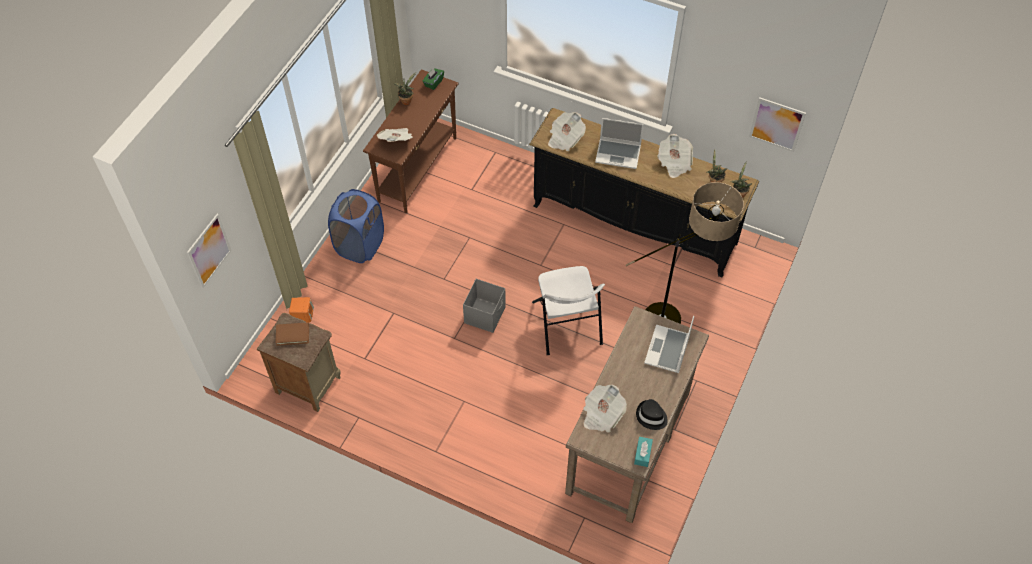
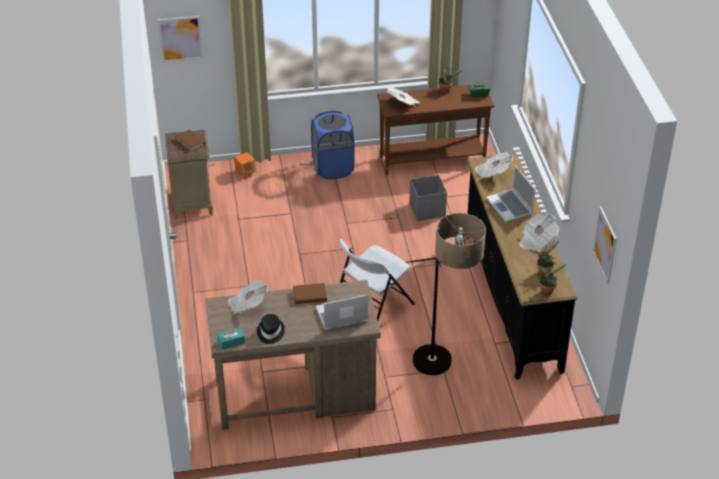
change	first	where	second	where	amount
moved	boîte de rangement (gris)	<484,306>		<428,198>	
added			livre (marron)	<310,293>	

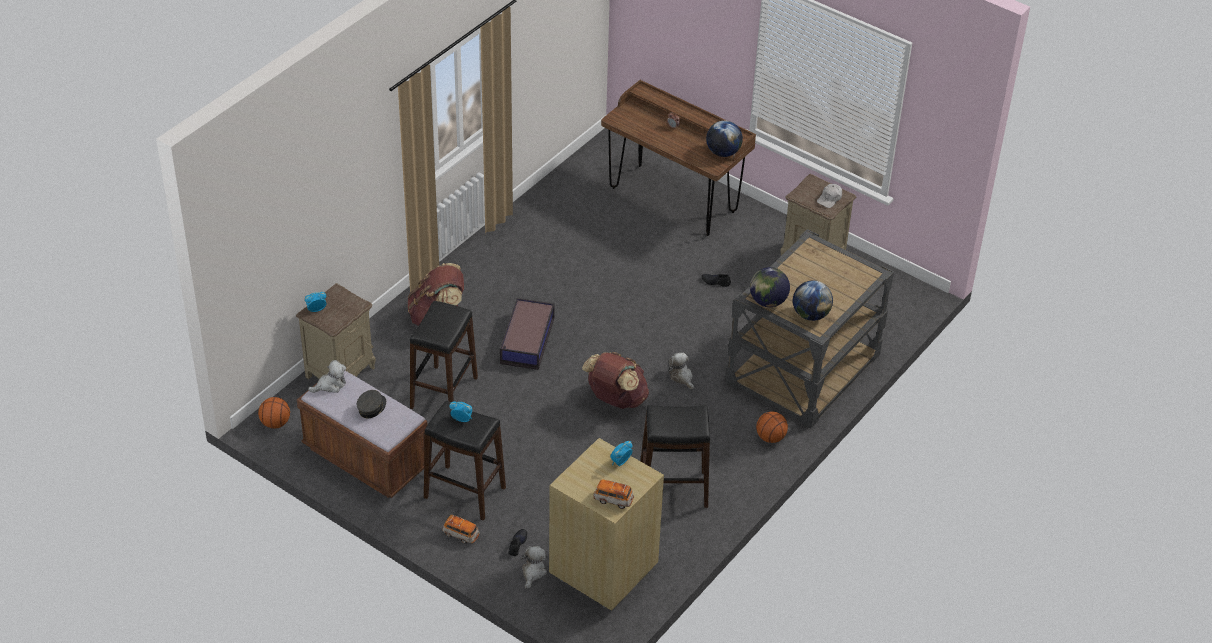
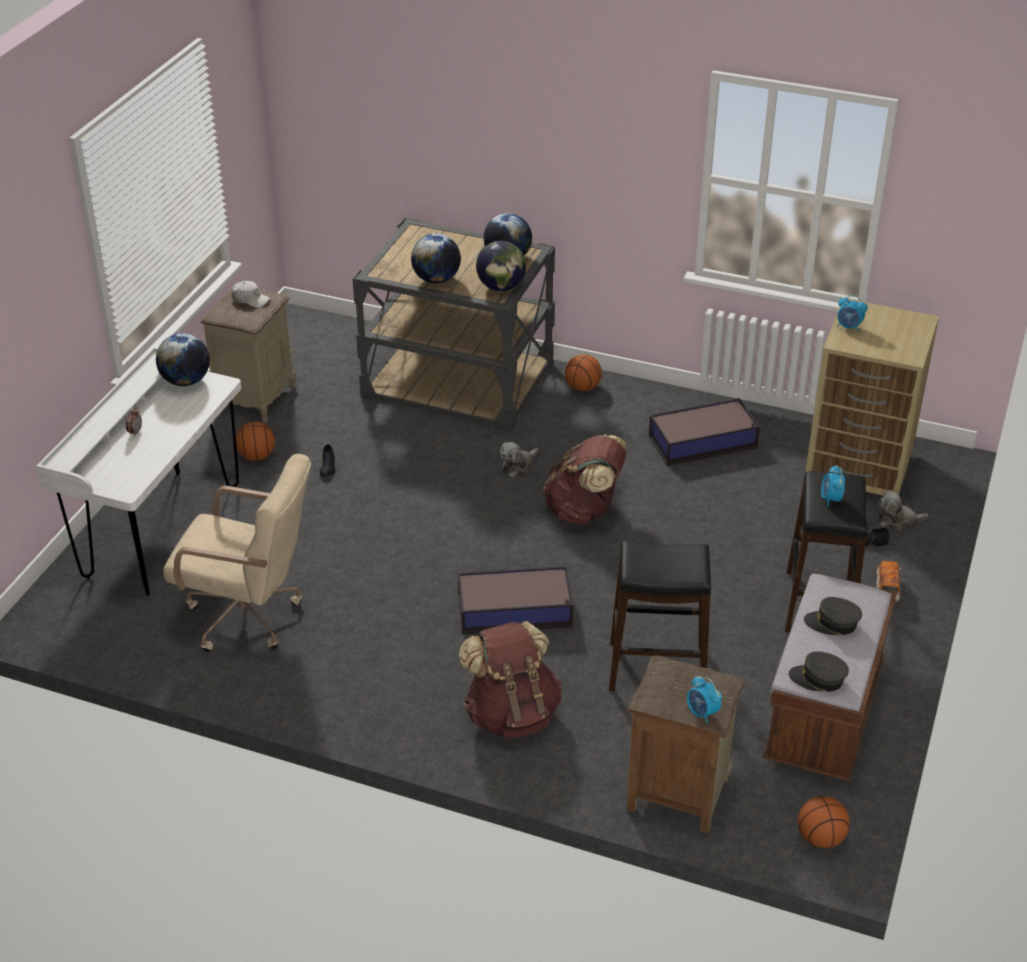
change	first	where	second	where	amount
replaced	peluche	<327,376>	casquette (gris)	<819,671>	
removed	petite voiture	<613,494>			
recoloured	bureau (marron)	<678,158>	bureau (blanc)	<138,471>	
replaced	tabouret (noir)	<675,456>	boîte de rangement	<704,432>	
added			chaise de bureau (beige)	<237,553>	
added			ballon de basket	<255,441>	
added			globe	<436,258>	

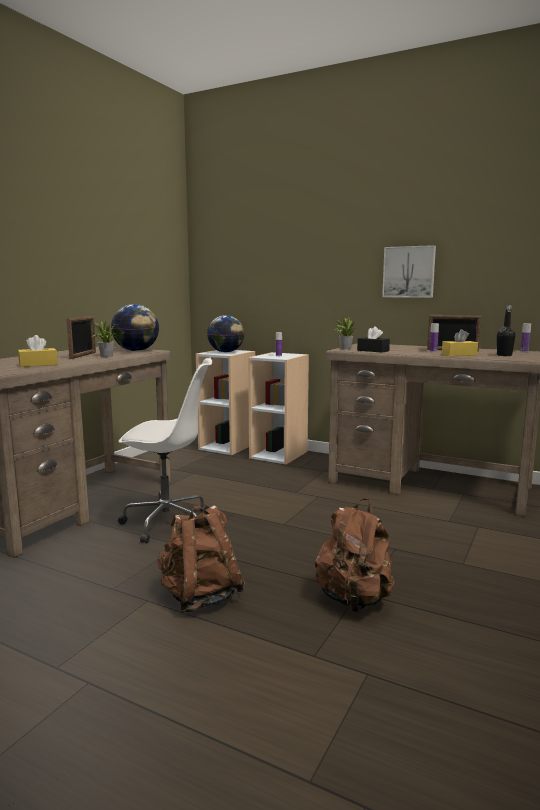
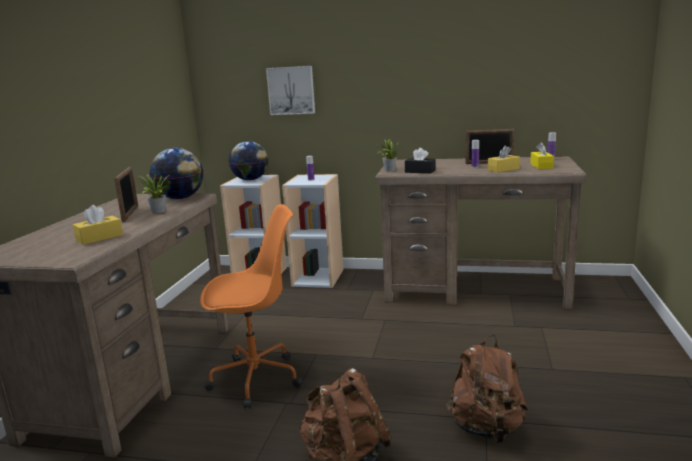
change	first	where	second	where	amount
recoloured	chaise de bureau (blanc)	<165,450>	chaise de bureau (orange)	<251,306>	
moved	tableau	<409,271>		<290,90>	
replaced	bouteille (noir)	<506,330>	boîte à mouchoirs (jaune)	<542,155>	

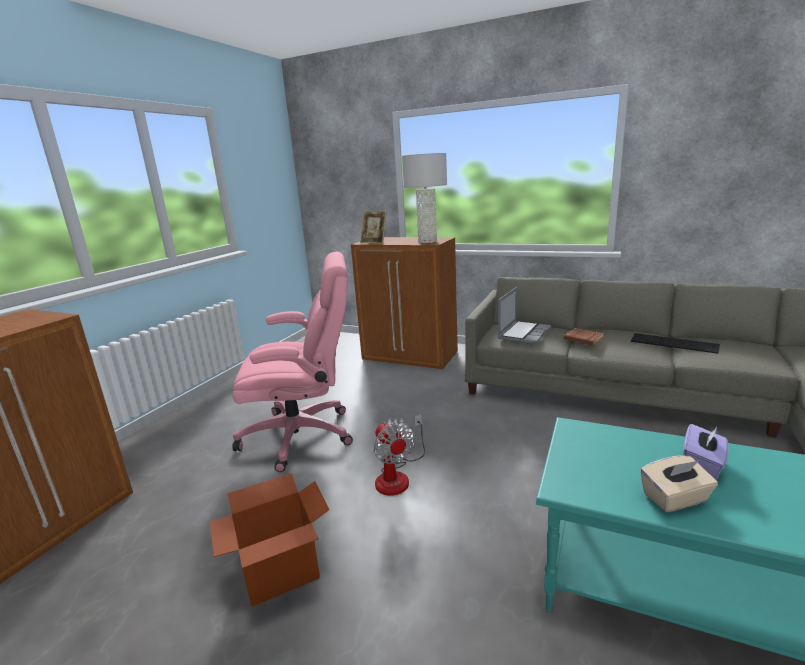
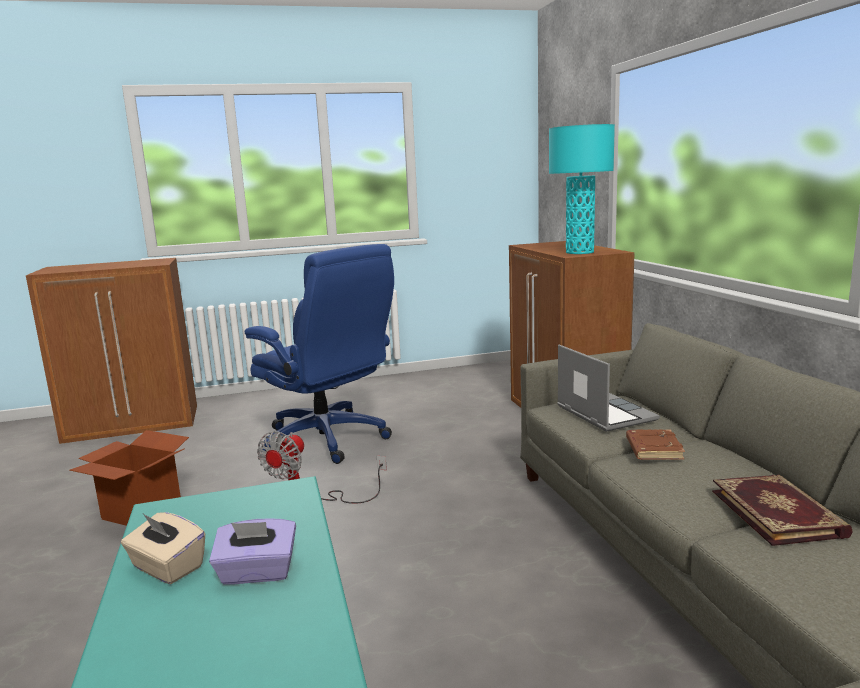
change	first	where	second	where	amount
recoloured	chaise de bureau (rose)	<292,362>	chaise de bureau (bleu)	<319,354>	
removed	cadre photo	<373,227>			
recoloured	lampe de table (blanc)	<424,198>	lampe de table (turquoise)	<582,189>	
turned	ordinateur portable	<524,315>		<608,388>	105 degrees counterclockwise
replaced	clavier	<675,343>	livre	<782,510>	

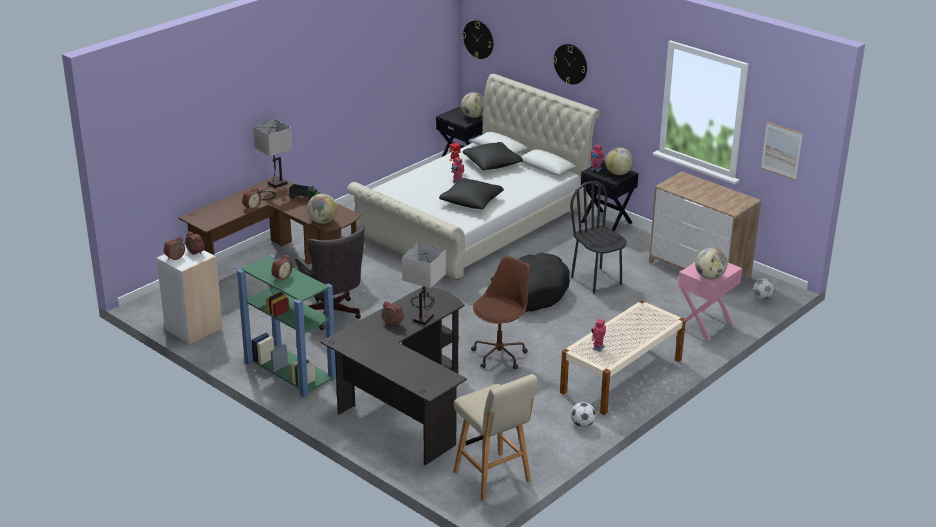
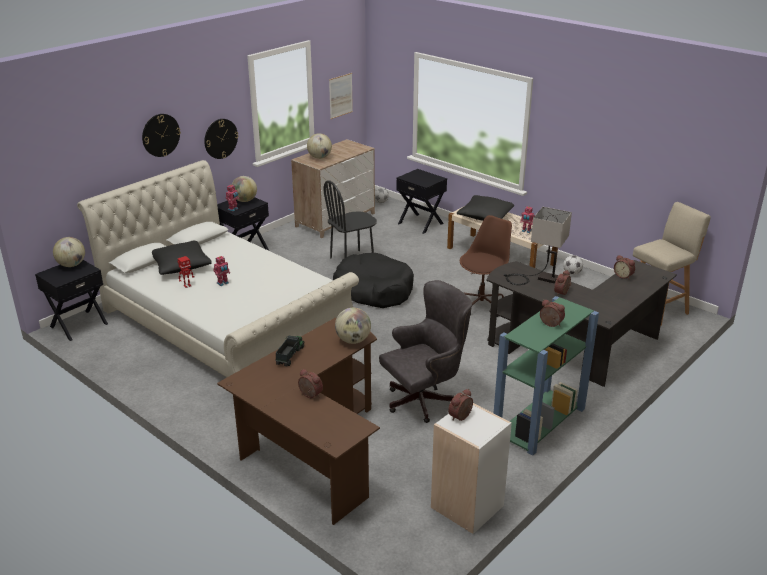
change	first	where	second	where	amount
moved	réveil	<174,248>		<624,267>	
removed	lampe de table	<272,160>			
moved	coussin (noir)	<471,194>		<485,208>	
moved	horloge murale	<477,39>		<221,139>	
turned	chaise de bureau (marron)	<500,313>		<486,266>	90 degrees clockwise
recoloured	table de chevet (rose)	<710,301>	table de chevet (noir)	<421,201>	
moved	globe	<711,263>		<319,146>	

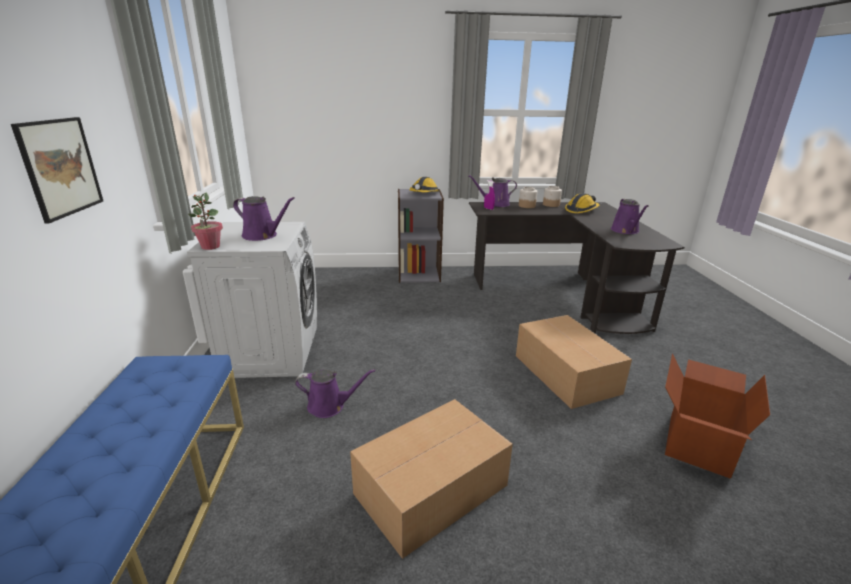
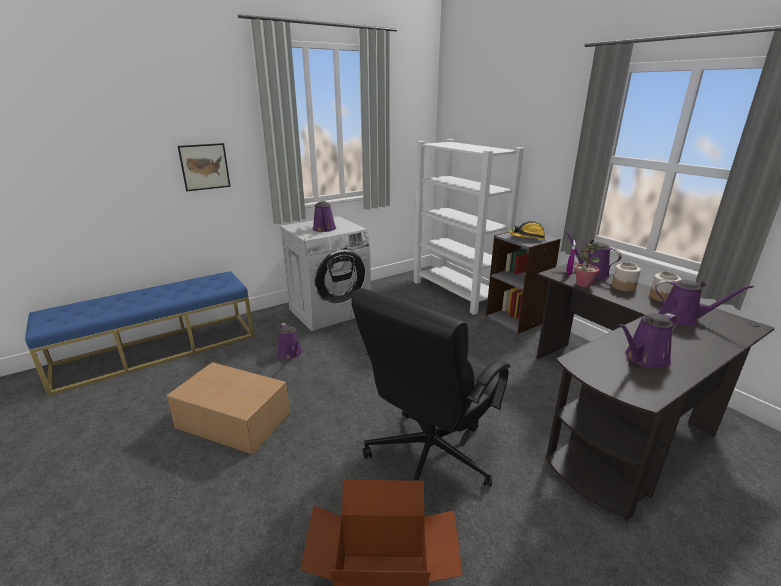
change	first	where	second	where	amount
moved	plante en pot	<205,221>		<587,265>	
replaced	carton	<574,362>	chaise de bureau (noir)	<431,387>	
replaced	casque de chantier	<582,203>	arrosoir (violet)	<704,303>	
added			bibliothèque (blanc)	<469,227>	

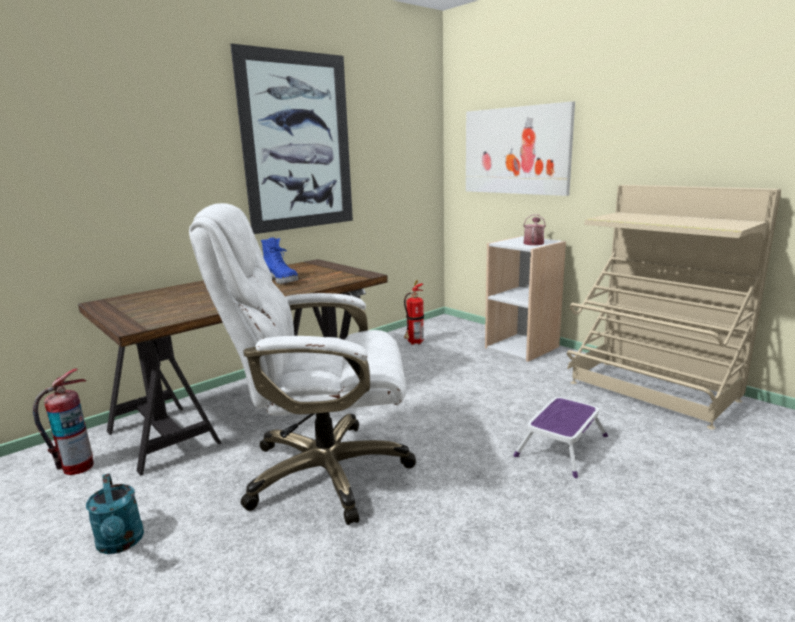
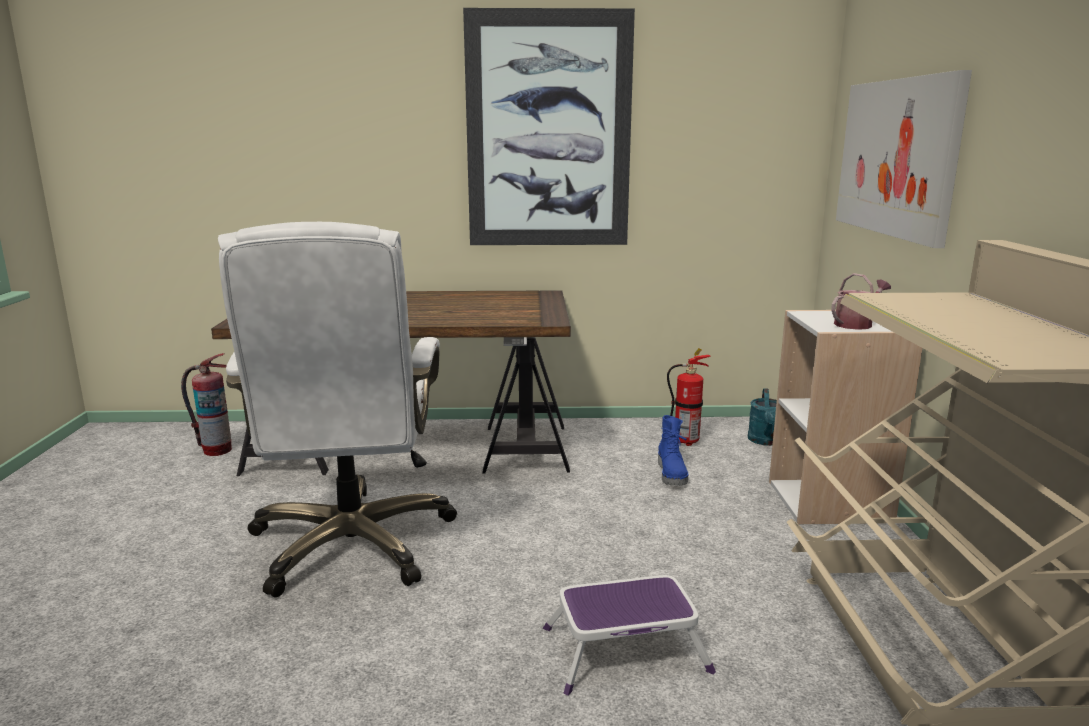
change	first	where	second	where	amount
moved	arrosoir (turquoise)	<115,513>		<762,417>	
turned	chaise de bureau (blanc)	<302,364>		<337,410>	135 degrees counterclockwise
moved	botte (bleu)	<280,261>		<673,450>	

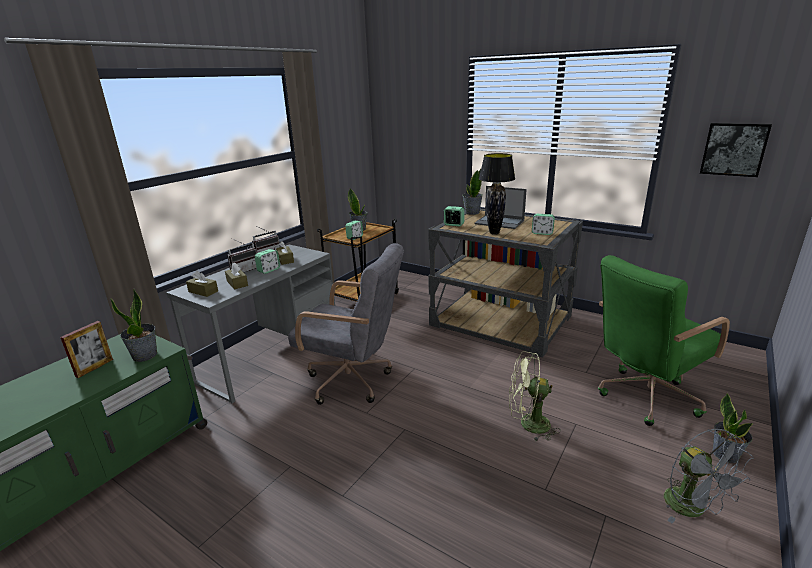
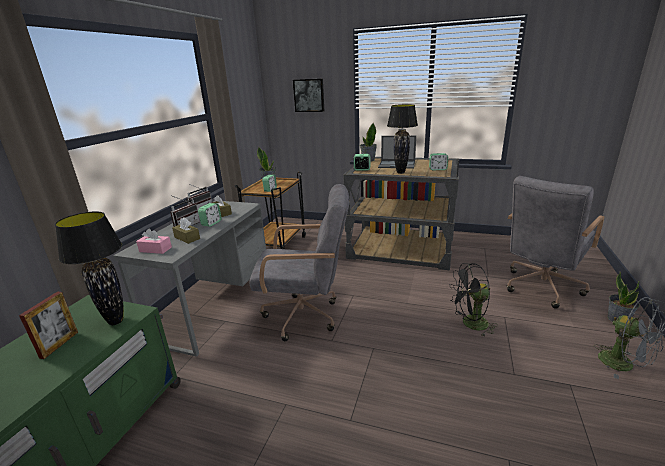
change	first	where	second	where	amount
replaced	plante en pot	<133,325>	lampe de table (noir)	<89,268>	
recoloured	boîte à mouchoirs (marron)	<202,284>	boîte à mouchoirs (rose)	<154,241>	
recoloured	ventilateur (vert)	<535,396>	ventilateur (noir)	<474,300>	
recoloured	chaise de bureau (vert)	<664,340>	chaise de bureau (gris)	<555,242>	
moved	tableau	<736,150>		<308,95>	

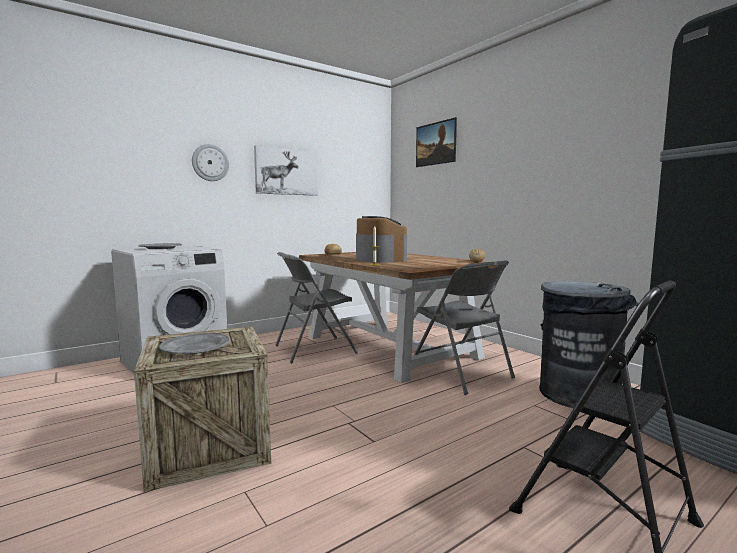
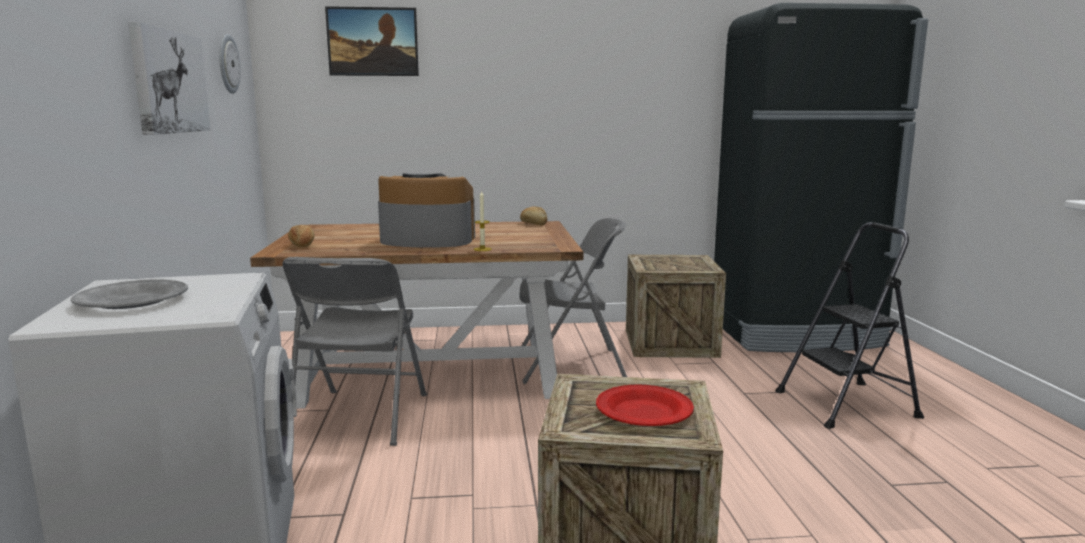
change	first	where	second	where	amount
recoloured	assiette (gris)	<194,343>	assiette (rouge)	<645,405>	
moved	horloge murale	<210,162>		<230,64>	
replaced	poubelle (gris)	<588,344>	caisse	<676,306>	

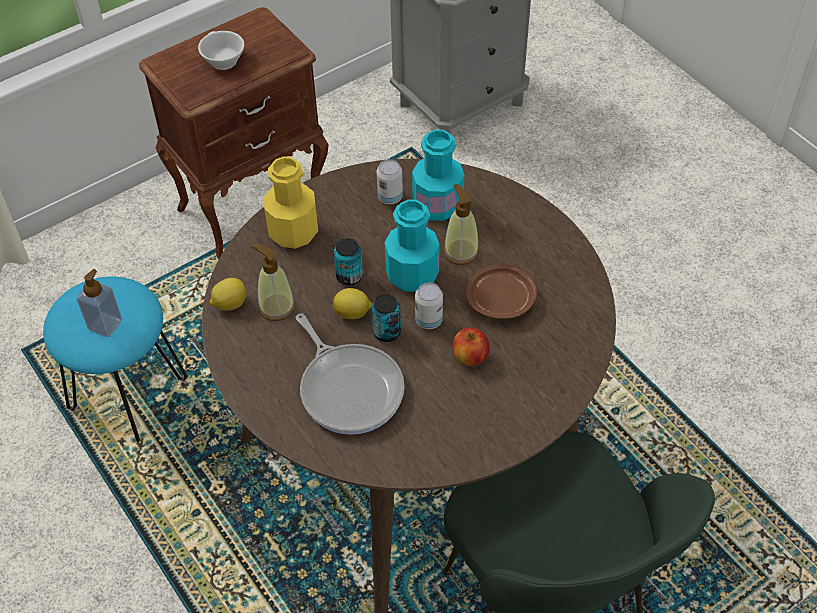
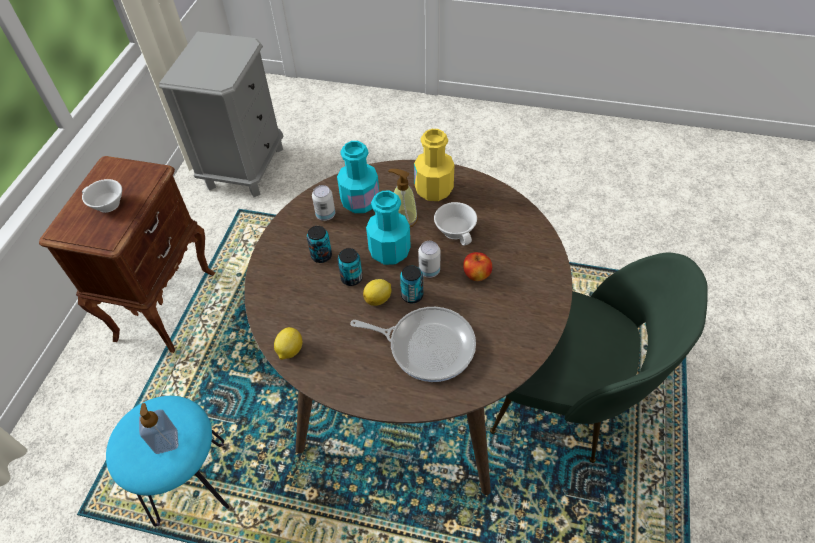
change	first	where	second	where	amount
removed	distributeur de savon	<273,282>			
moved	bouteille (jaune)	<291,202>		<434,165>	
replaced	assiette (marron)	<501,291>	tasse (blanc)	<455,224>	
added			boîte métallique	<319,244>	

